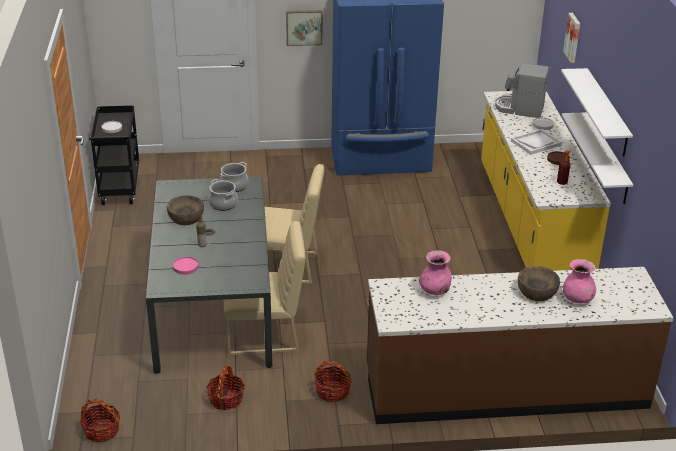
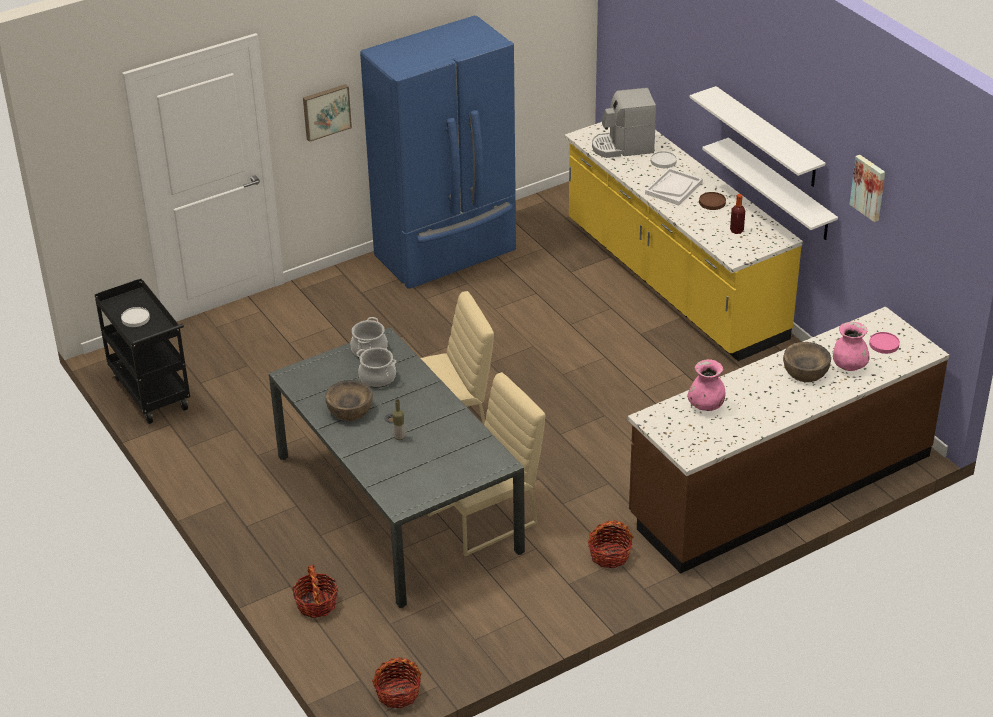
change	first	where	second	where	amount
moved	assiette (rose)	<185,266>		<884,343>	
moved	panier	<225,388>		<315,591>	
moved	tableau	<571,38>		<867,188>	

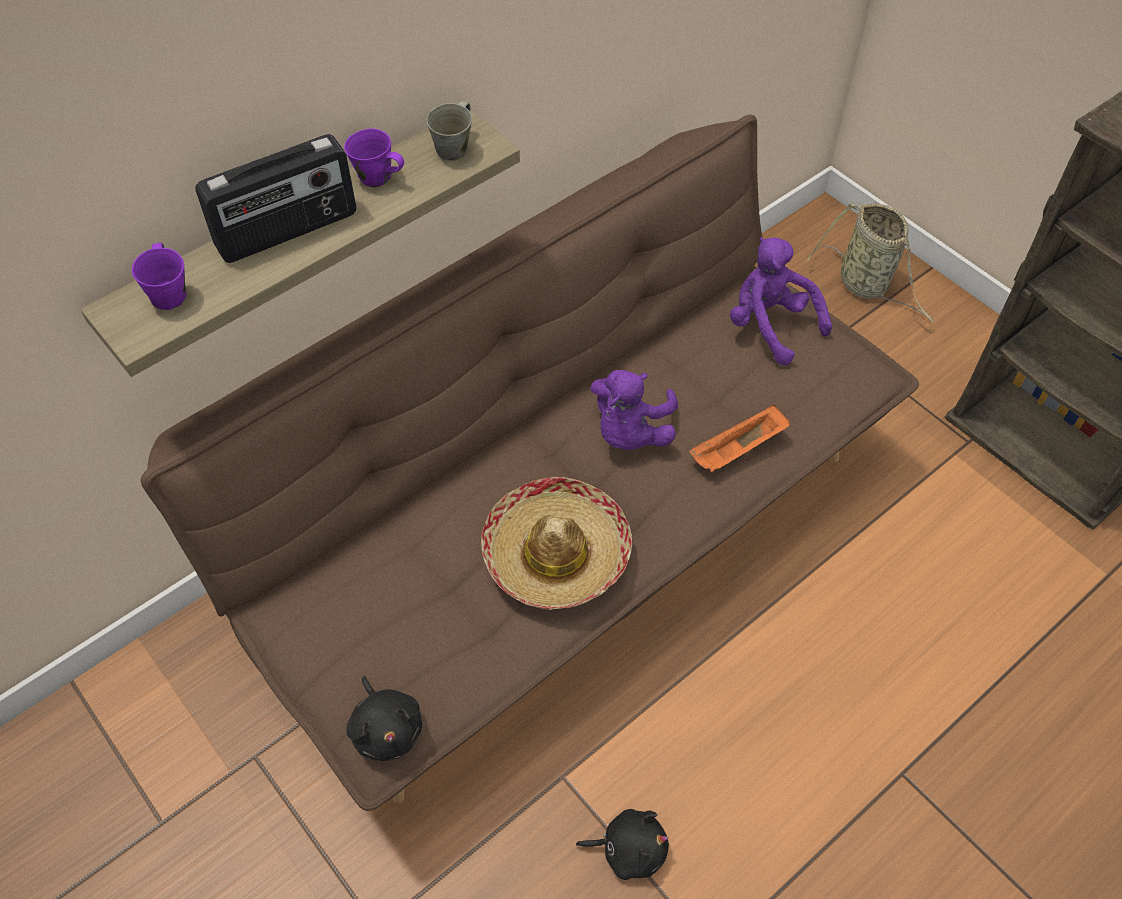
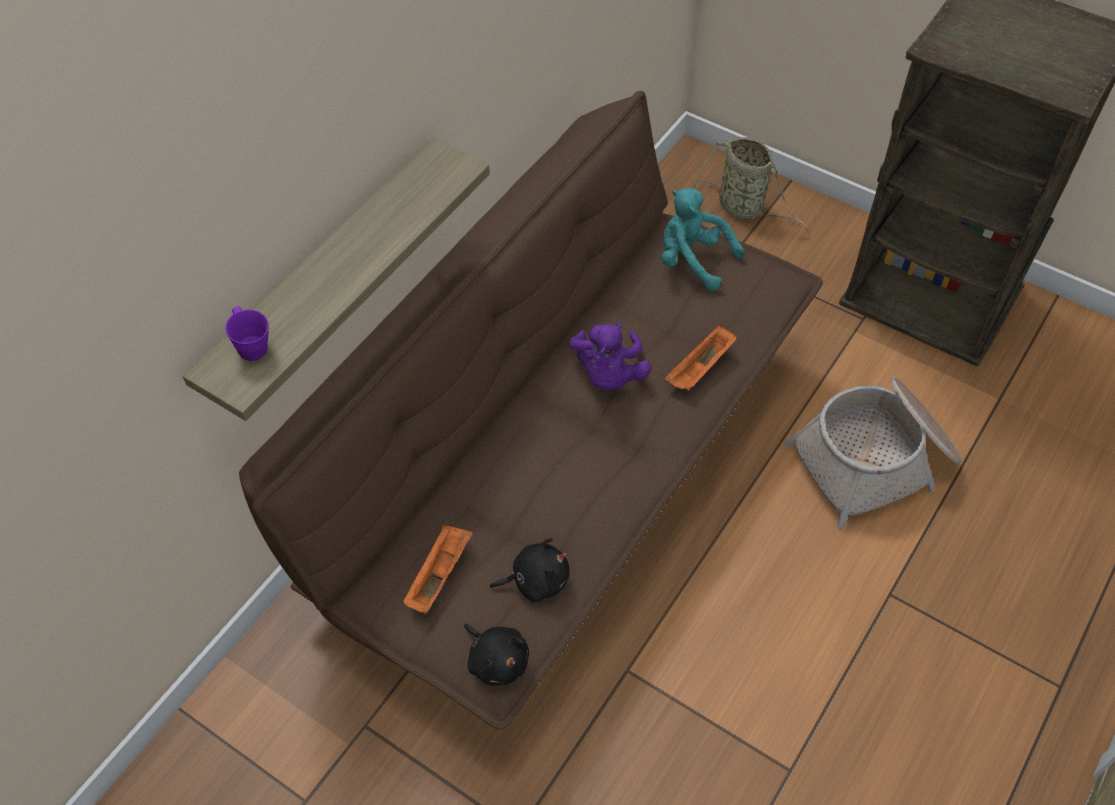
change	first	where	second	where	amount
removed	radio	<276,198>			
removed	mug (violet)	<374,158>			
removed	mug (gris)	<449,131>			
removed	chapeau	<556,543>			
moved	peluche (noir)	<622,844>		<530,570>	
recoloured	peluche (violet)	<781,301>	peluche (turquoise)	<702,239>	
added			plateau (orange)	<438,569>	
added			panier	<873,453>	

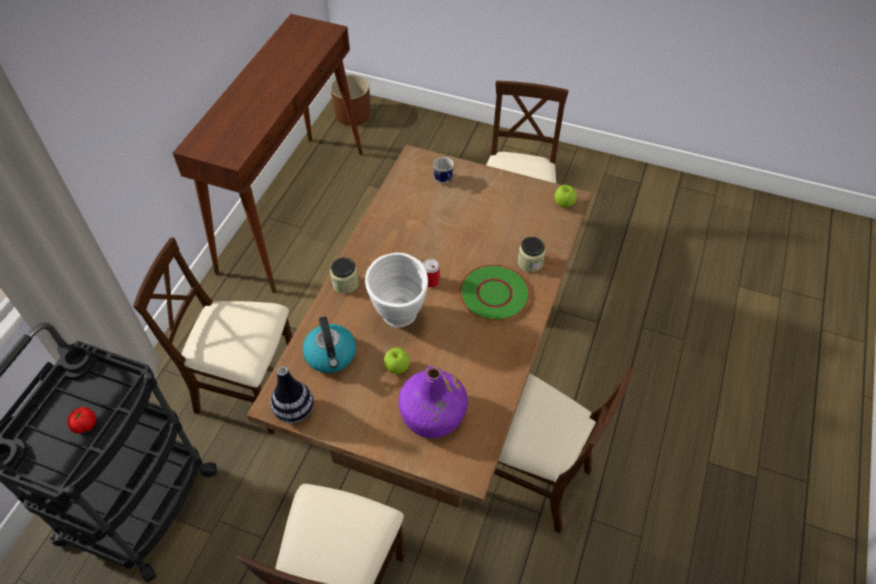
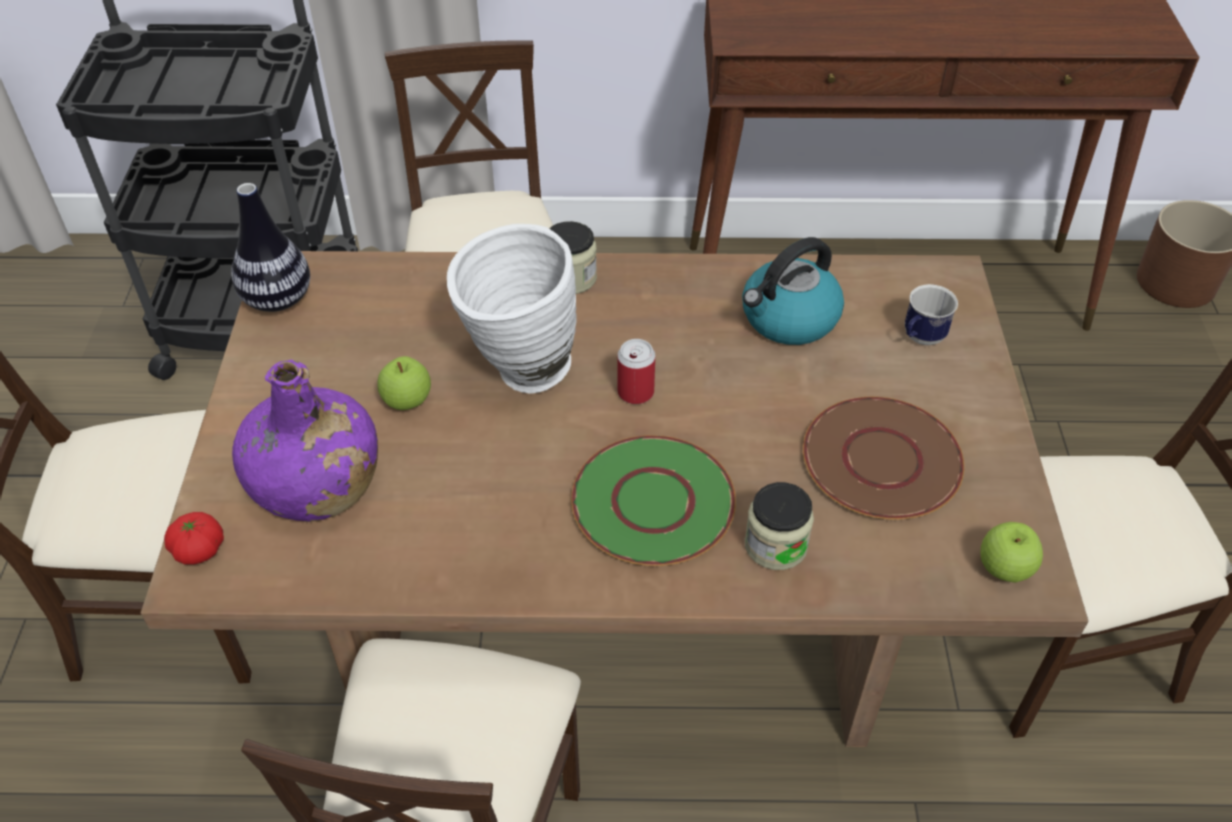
change	first	where	second	where	amount
moved	tomate	<81,420>		<194,538>	
moved	bouilloire	<329,344>		<793,291>	
added			assiette (marron)	<883,458>	

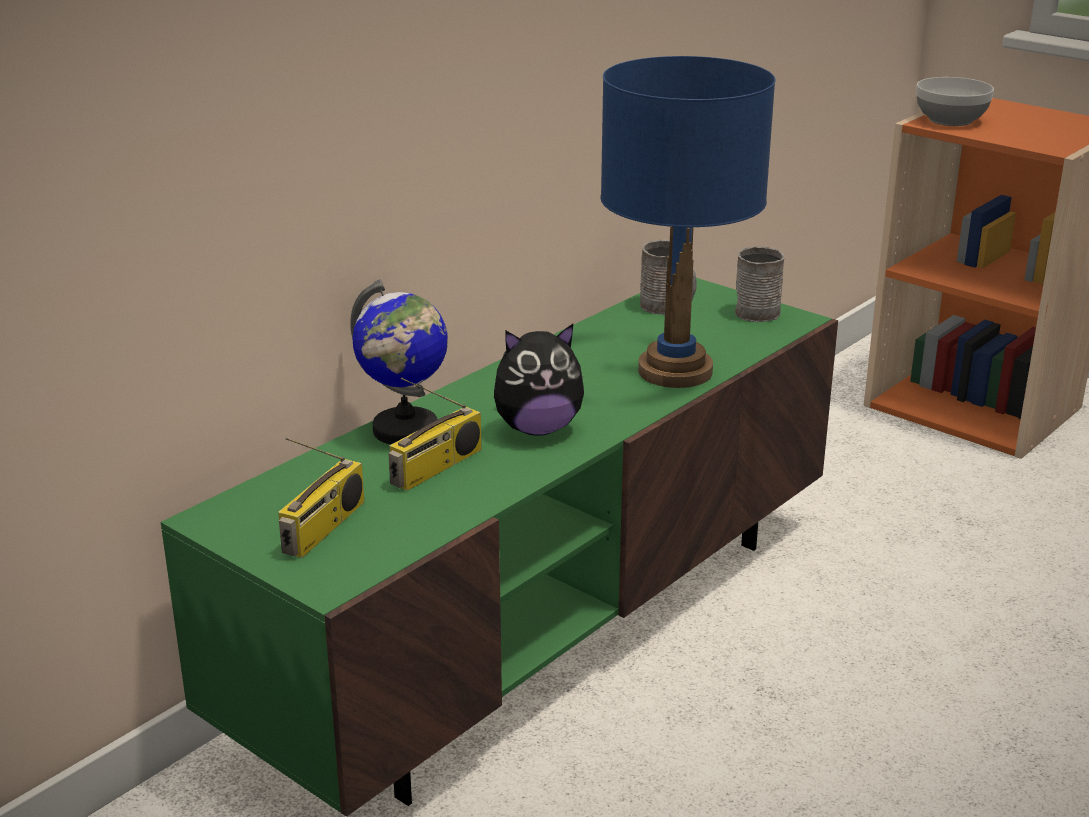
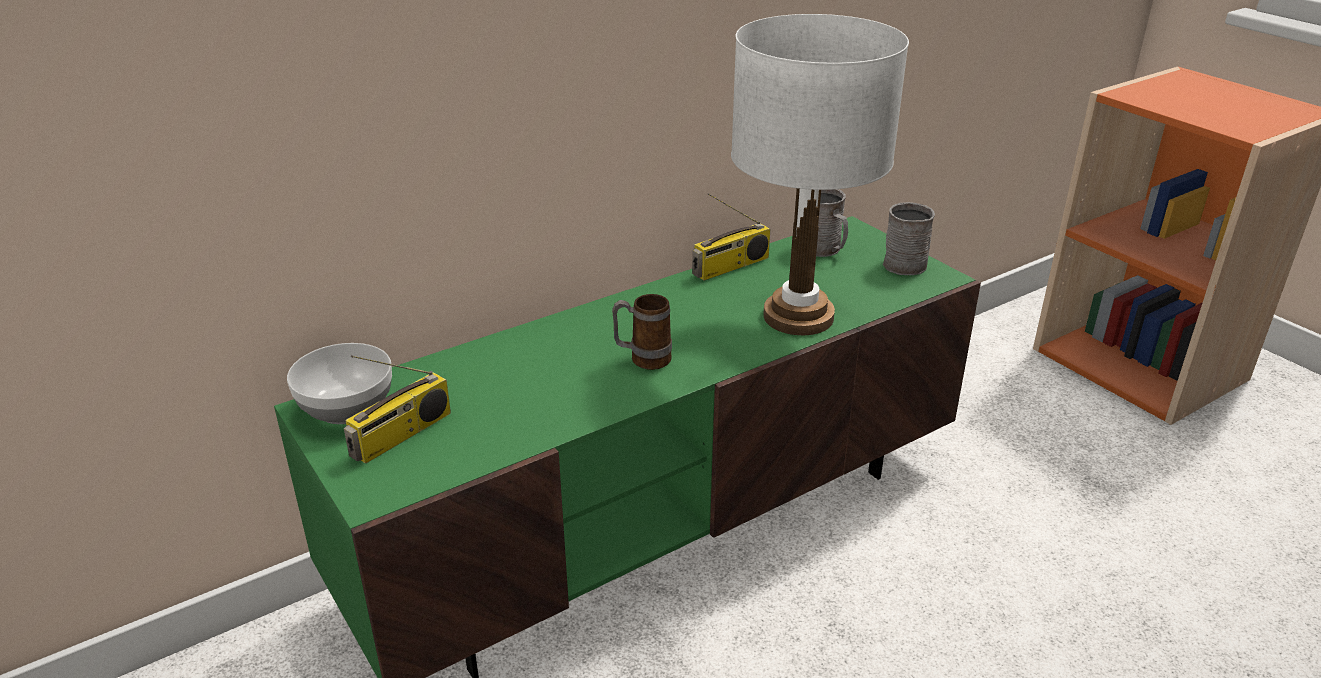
change	first	where	second	where	amount
removed	globe	<399,361>			
moved	radio	<435,434>		<731,237>	
replaced	peluche	<539,380>	mug	<642,332>	
recoloured	lampe de table (bleu)	<688,222>	lampe de table (blanc)	<820,174>	
moved	bol	<955,101>		<339,383>	

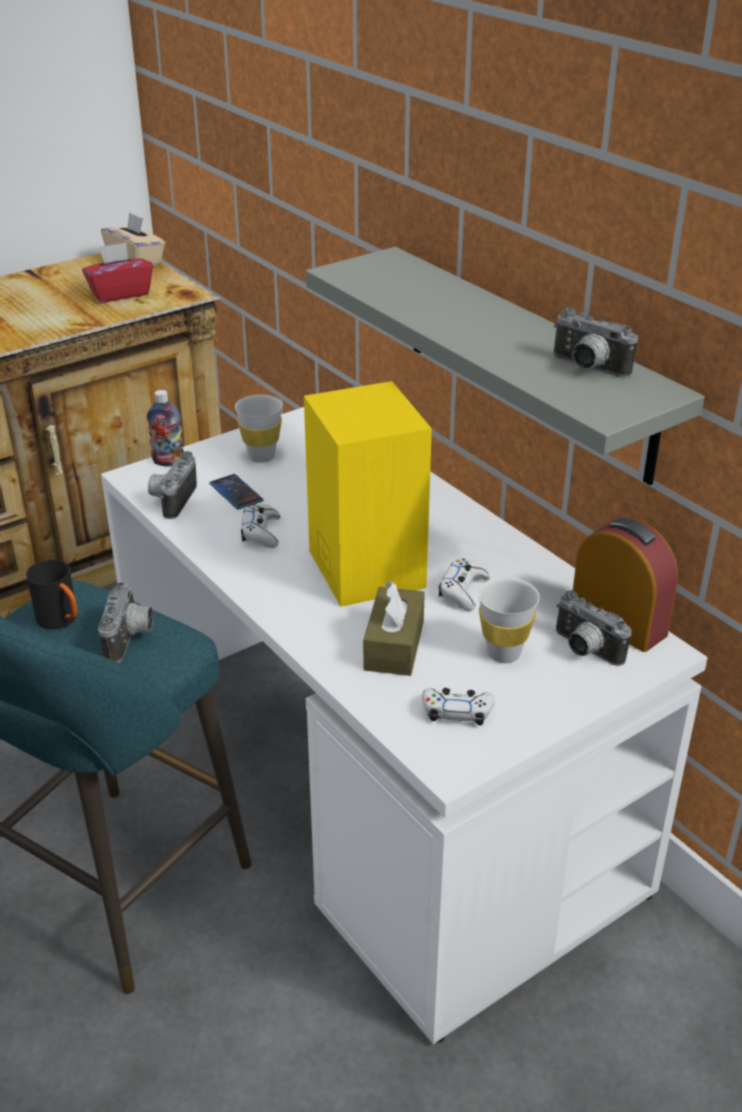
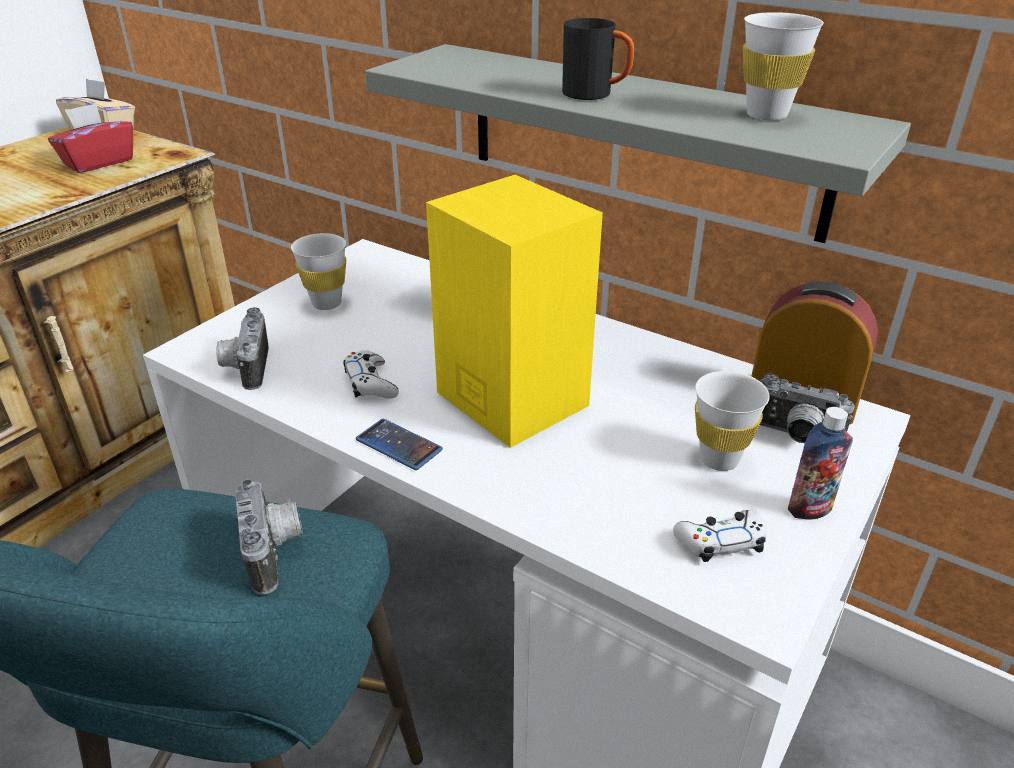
change	first	where	second	where	amount
moved	mug (noir)	<51,594>		<598,59>	
moved	bouteille	<165,428>		<820,463>	
moved	téléphone	<236,492>		<399,444>	
removed	boîte à mouchoirs (marron)	<394,628>			
removed	manette (blanc)	<464,584>			
replaced	appareil photo	<595,342>	tasse (blanc)	<783,66>	

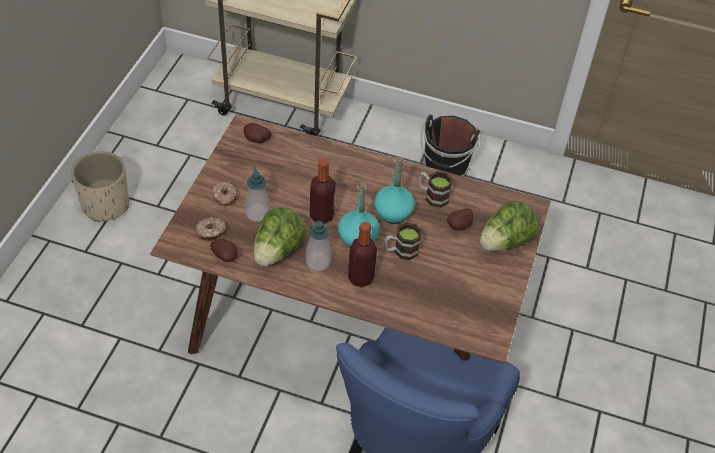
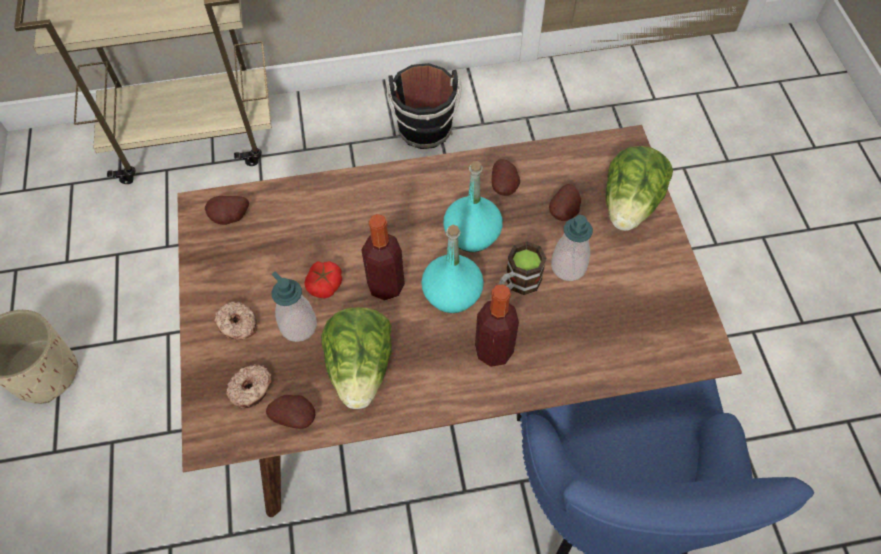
change	first	where	second	where	amount
moved	distributeur de savon	<318,246>		<572,248>	
replaced	mug	<436,189>	pomme de terre	<505,177>	
added			tomate	<323,279>	

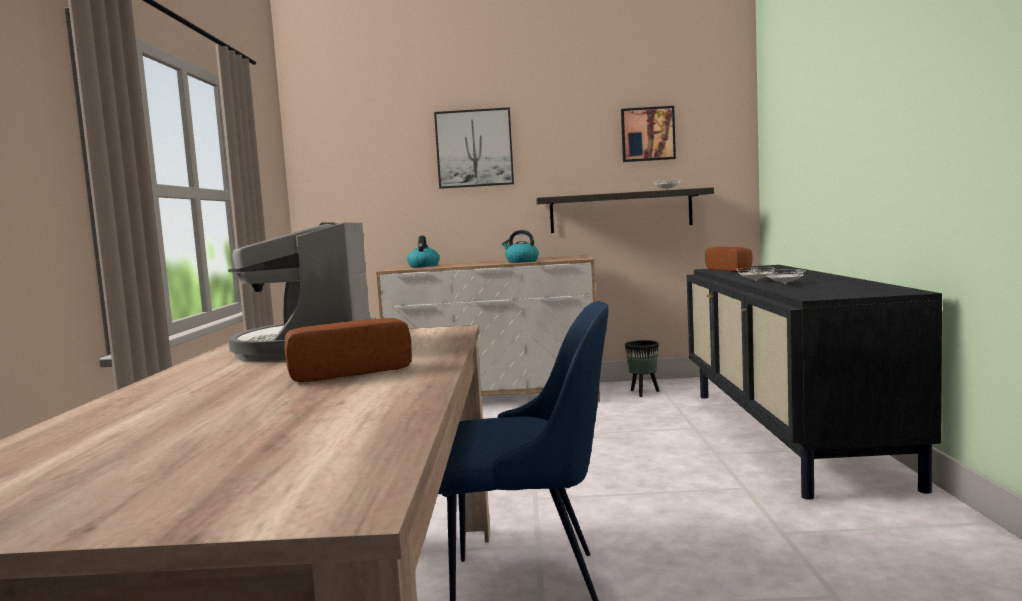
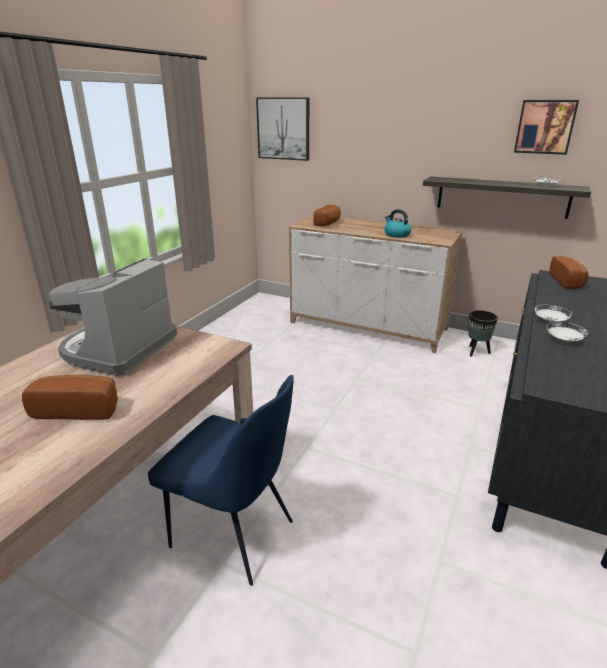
change	first	where	second	where	amount
replaced	bouilloire	<423,251>	pain	<327,215>	
moved	tableau	<474,148>		<282,129>	

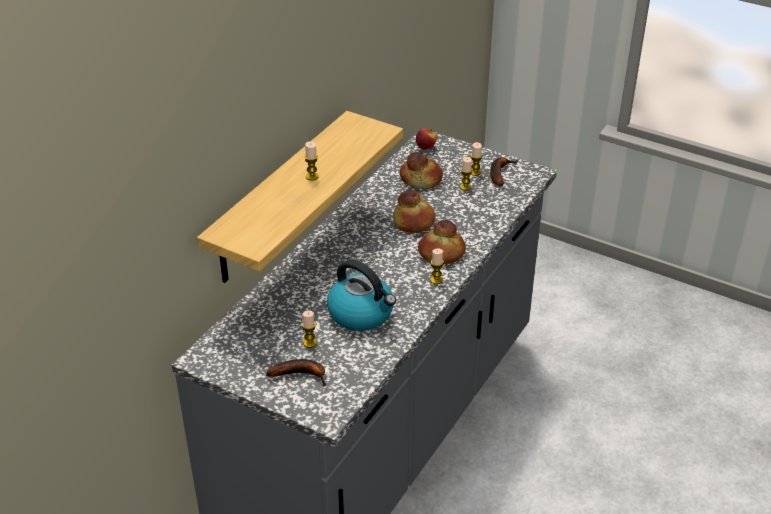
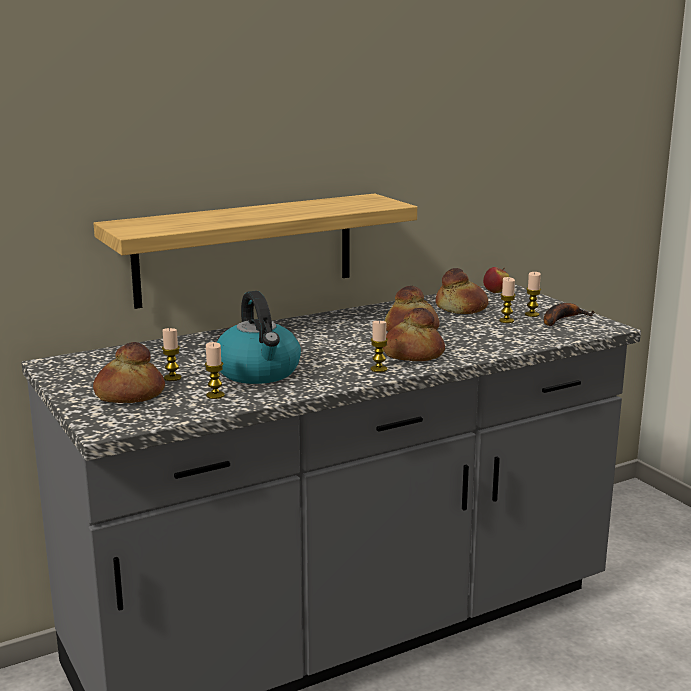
change	first	where	second	where	amount
replaced	banane	<296,372>	pain	<129,372>	
moved	bougie	<311,161>		<215,370>	

